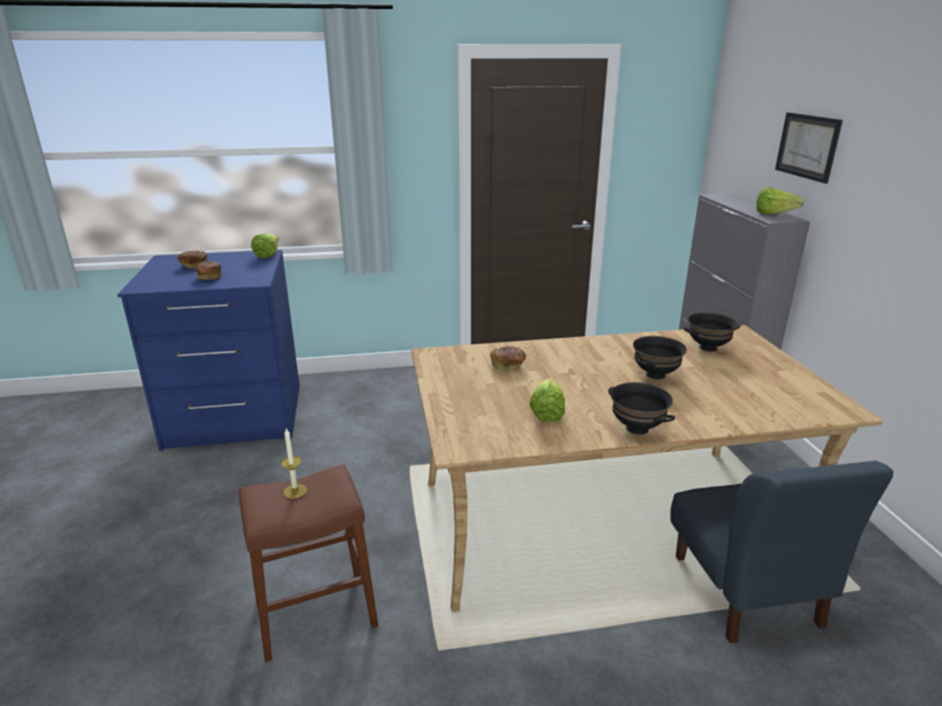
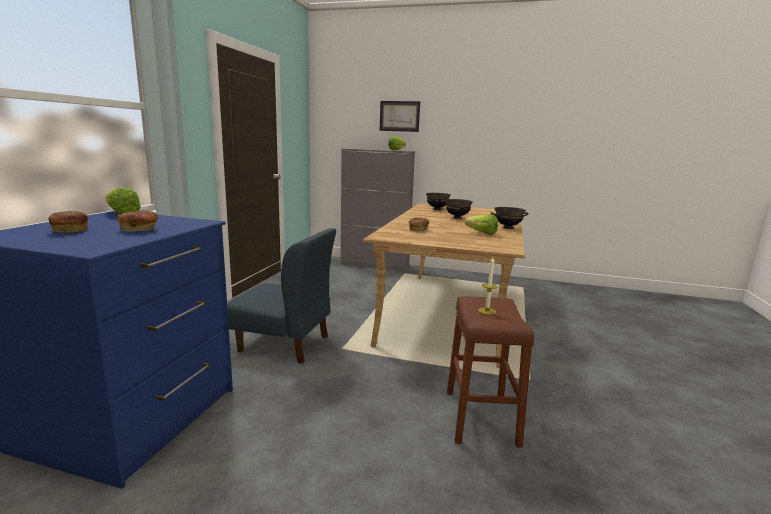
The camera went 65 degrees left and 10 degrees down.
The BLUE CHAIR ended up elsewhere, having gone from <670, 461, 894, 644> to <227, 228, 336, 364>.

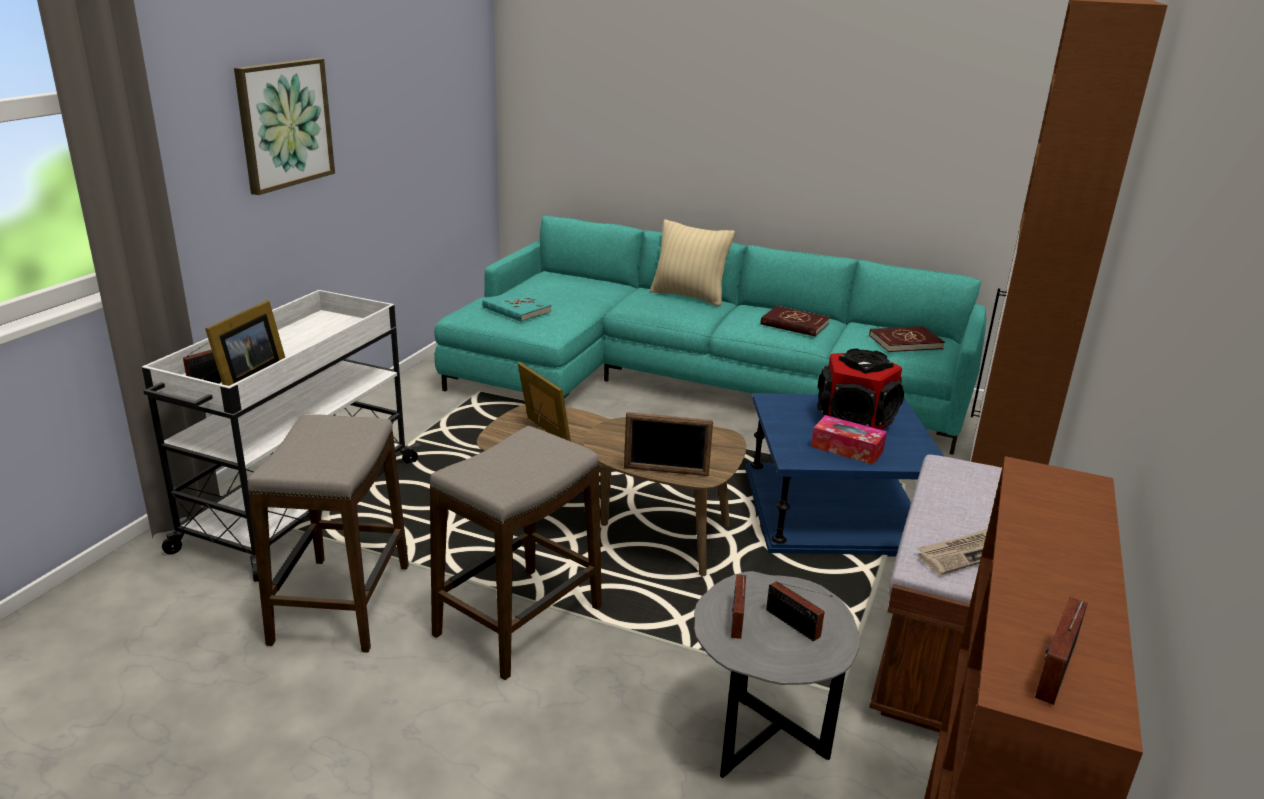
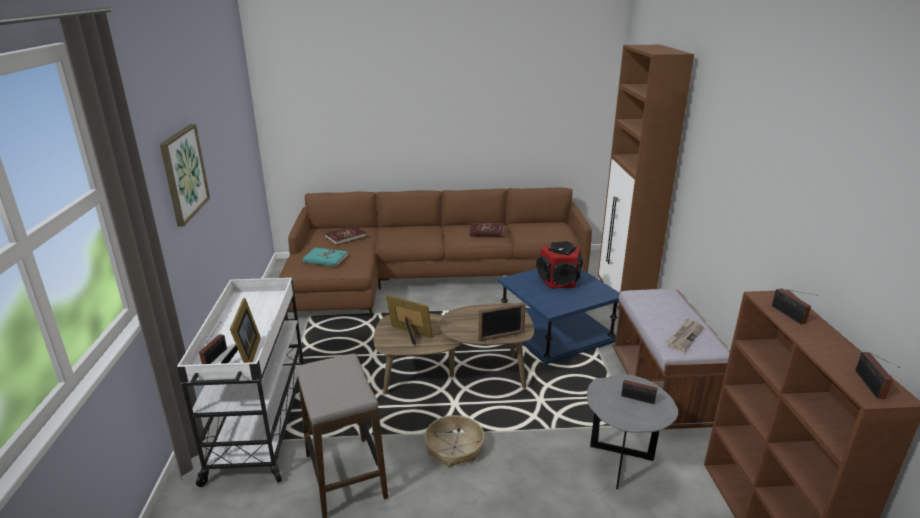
The camera went 25 degrees left and 0 degrees up.
What was the TURQUOISE SOFA at <434, 216, 987, 455> turned into the BROWN SOFA at <279, 188, 592, 319>.
The second view lost the BEIGE PILLOW at <650, 219, 735, 306>.
The RED BOOK ended up elsewhere, having gone from <869, 326, 945, 352> to <325, 226, 366, 245>.
The second view lost the TISSUE BOX at <811, 415, 887, 465>.
Where the STOOL stood at <430, 426, 602, 680>, the BASKET came to stand at <425, 415, 484, 467>.
The RADIO ended up elsewhere, having gone from <731, 574, 746, 639> to <772, 289, 818, 324>.

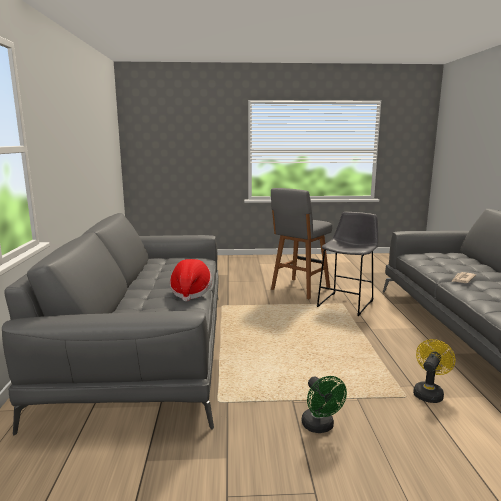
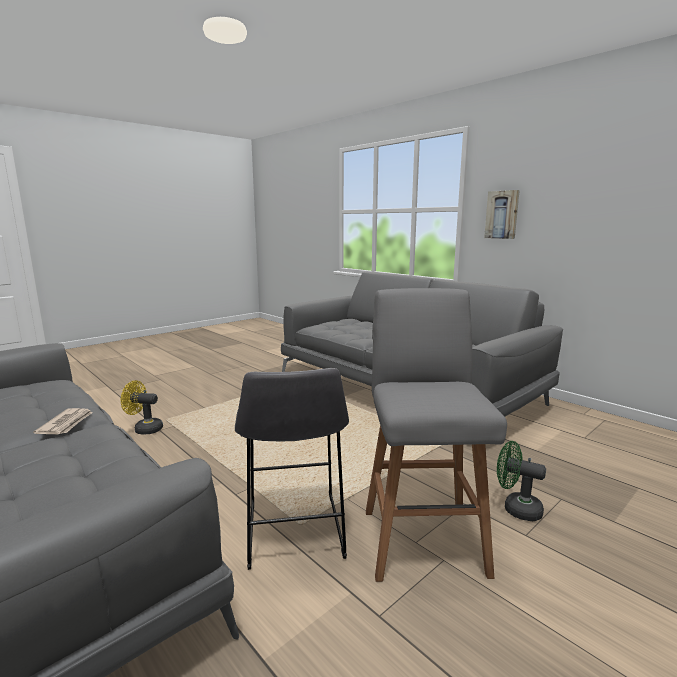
The camera went 140 degrees right and 0 degrees up.
The second view lost the HAT at <170, 259, 212, 302>.
The YELLOW FAN at <413, 339, 455, 403> ended up facing another way, 105 degrees clockwise from before.
The GREEN FAN ended up elsewhere, having gone from <302, 376, 347, 433> to <497, 441, 546, 521>.
The second view gained the PICTURE at <484, 190, 520, 239>.

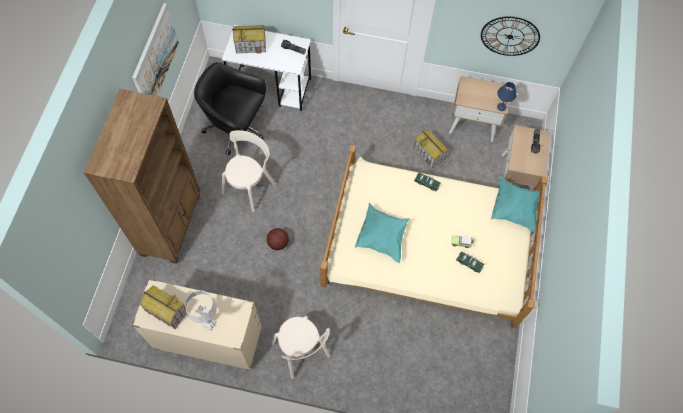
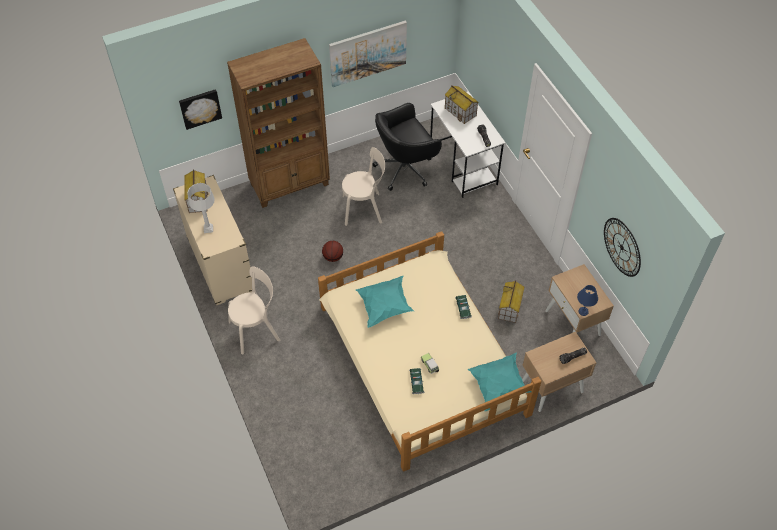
The camera went 55 degrees right and 10 degrees down.
The BLACK OFFICE CHAIR at <194, 62, 266, 155> ended up facing another way, 105 degrees counterclockwise from before.
The BEIGE CHAIR at <272, 316, 330, 379> ended up facing another way, 135 degrees counterclockwise from before.
The second view gained the PICTURE at <179, 89, 222, 130>.

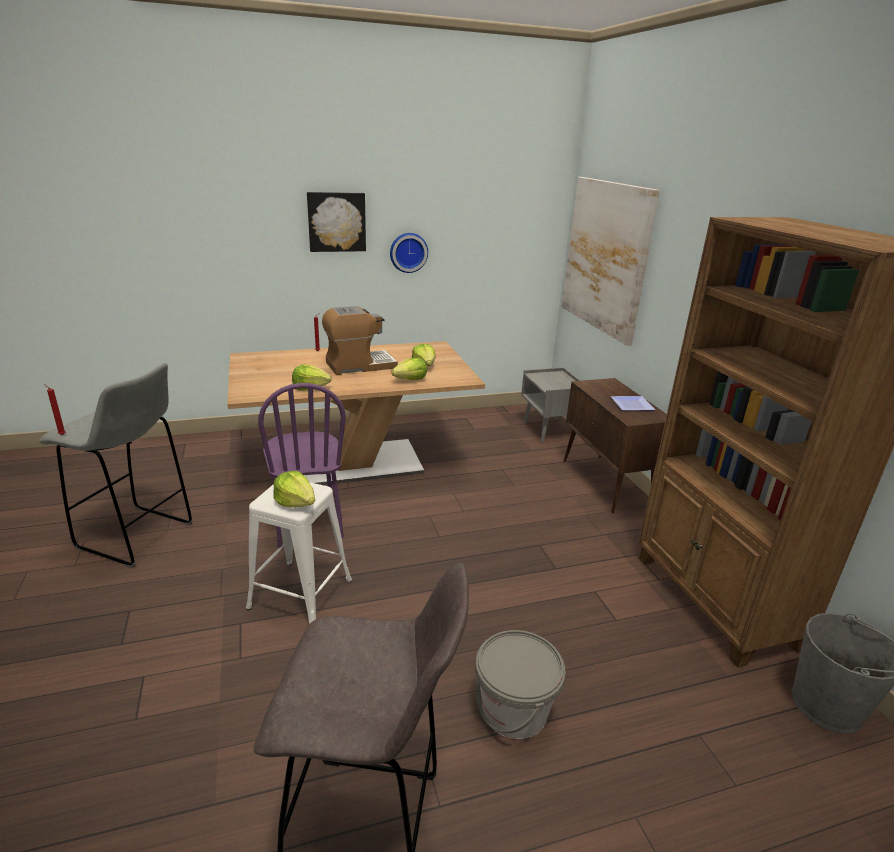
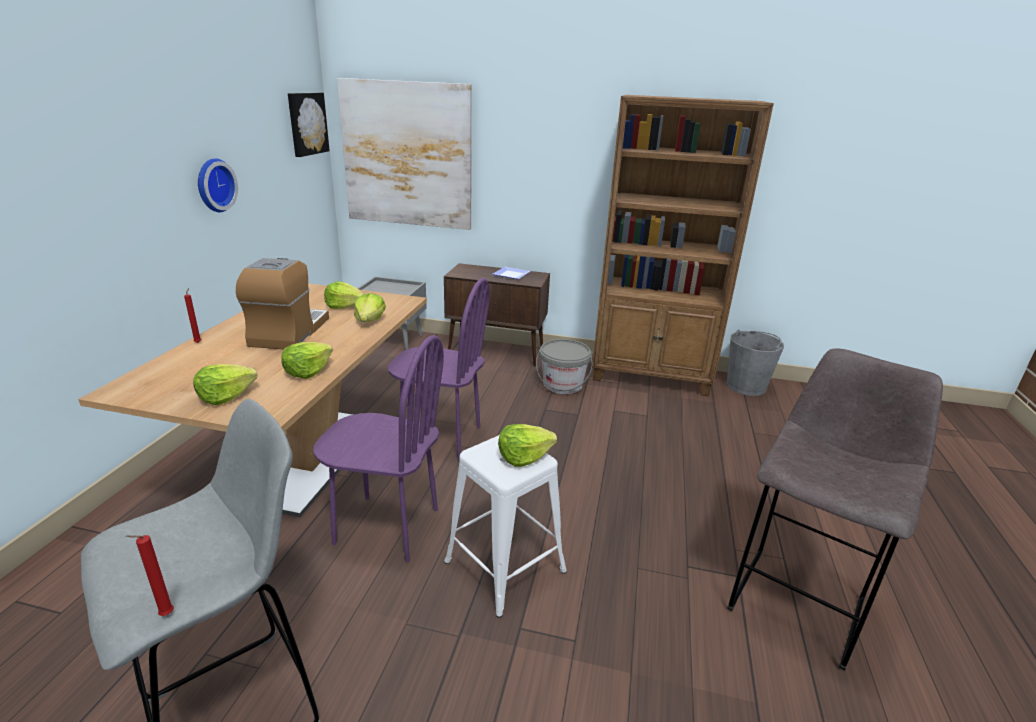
The camera went 60 degrees left and 0 degrees up.
The PICTURE ended up elsewhere, having gone from <307, 192, 366, 252> to <288, 92, 330, 157>.
The GREY BUCKET ended up elsewhere, having gone from <475, 630, 566, 739> to <536, 339, 592, 394>.
The second view gained the PURPLE CHAIR at <388, 278, 490, 461>.
The second view gained the LETTUCE at <193, 364, 257, 405>.

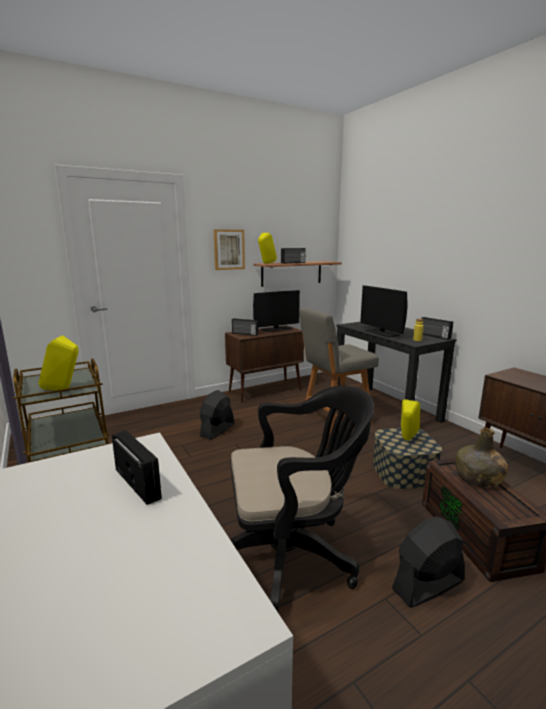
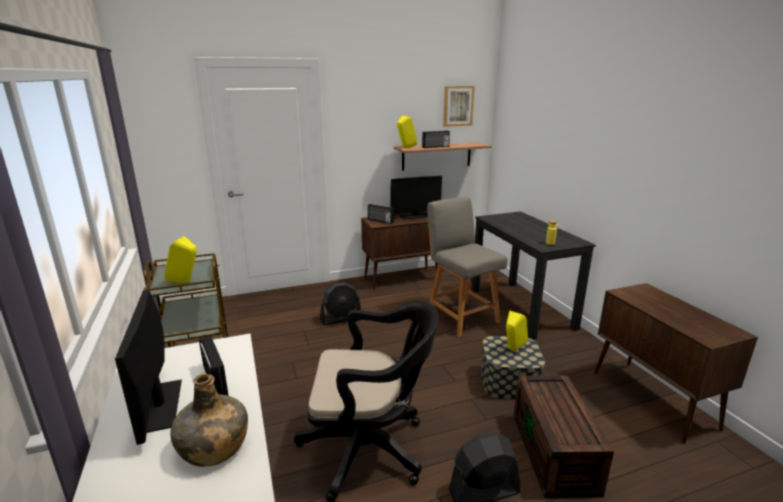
The camera went 10 degrees right and 5 degrees up.
The PICTURE ended up elsewhere, having gone from <213, 229, 245, 270> to <443, 86, 475, 127>.
The MONITOR ended up elsewhere, having gone from <360, 285, 408, 337> to <115, 289, 182, 445>.
The GREY CHAIR at <299, 308, 379, 435> ended up facing another way, 75 degrees clockwise from before.
The second view lost the RADIO at <421, 317, 453, 340>.
The BLACK FAN at <200, 390, 234, 440> ended up facing another way, 150 degrees counterclockwise from before.
The GREEN BOTTLE ended up elsewhere, having gone from <455, 428, 508, 488> to <170, 374, 248, 467>.

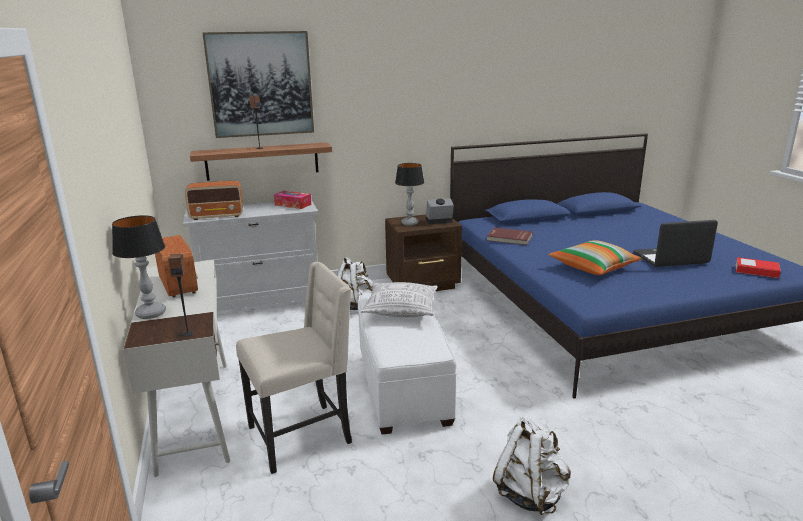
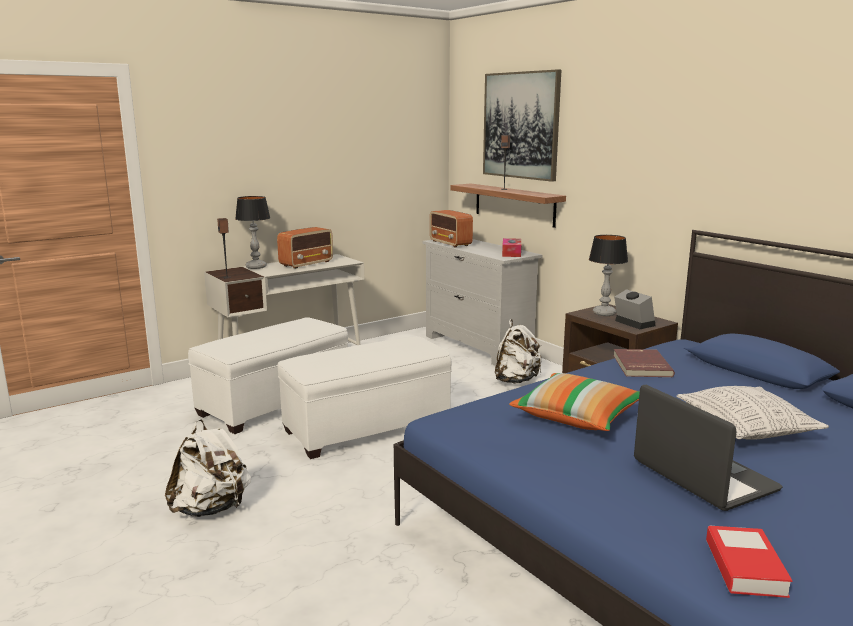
The camera went 70 degrees right and 5 degrees down.
Where the BEIGE CHAIR stood at <236, 262, 352, 474>, the WHITE OTTOMAN came to stand at <188, 317, 348, 434>.
The PILLOW ended up elsewhere, having gone from <360, 282, 438, 318> to <676, 386, 829, 440>.

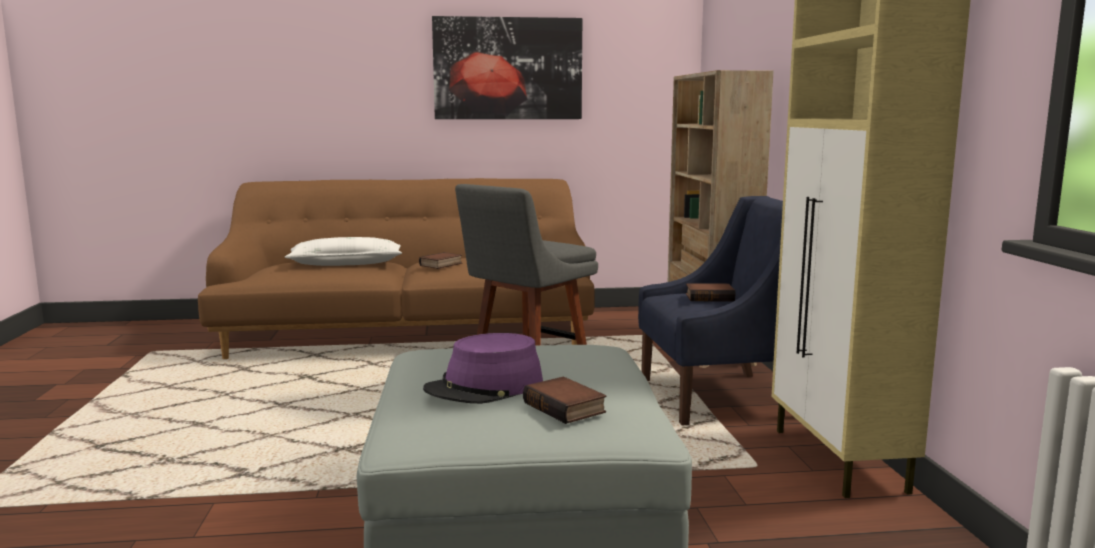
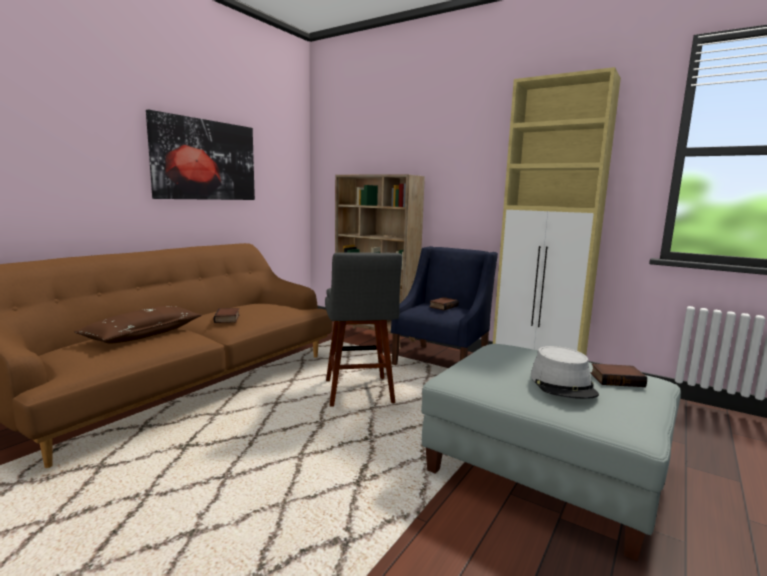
The camera went 50 degrees left and 0 degrees up.
What was the WHITE PILLOW at <285, 237, 402, 266> turned into the BROWN PILLOW at <74, 306, 202, 344>.
What was the PURPLE HAT at <423, 333, 543, 404> turned into the GREY HAT at <531, 346, 599, 399>.

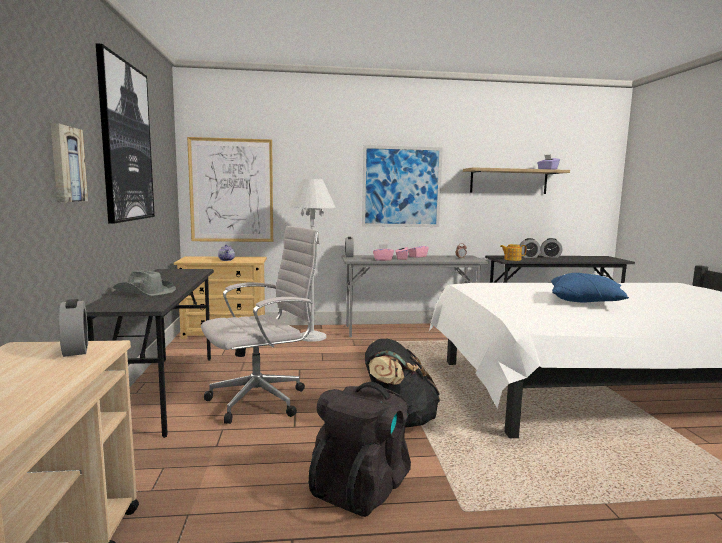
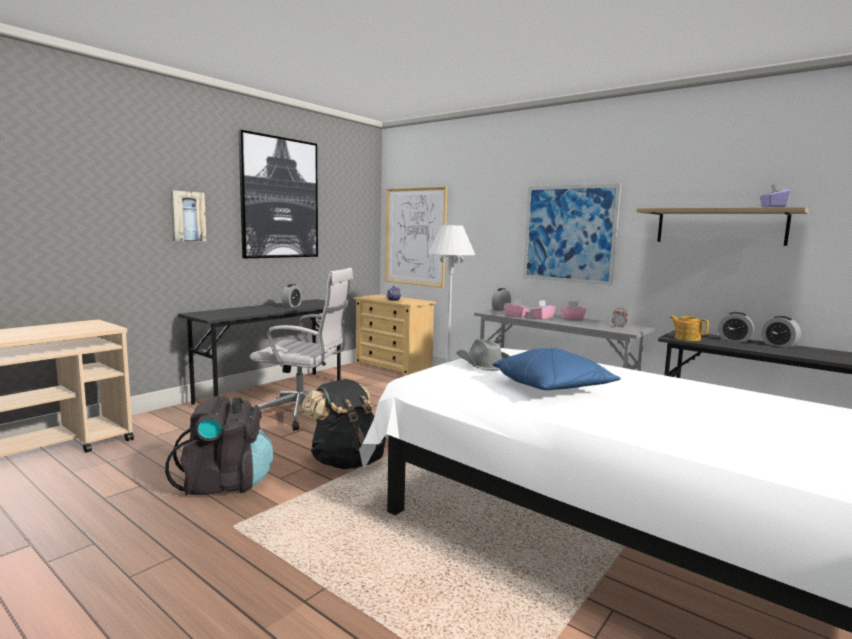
The camera went 45 degrees right and 0 degrees up.
The GREY HAT ended up elsewhere, having gone from <113, 270, 176, 296> to <457, 339, 510, 371>.
The ALARM CLOCK ended up elsewhere, having gone from <59, 299, 88, 357> to <282, 284, 302, 308>.

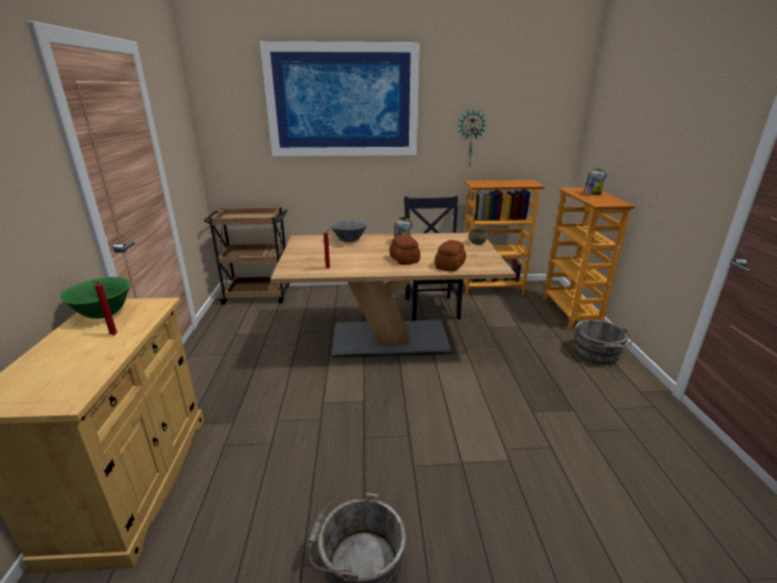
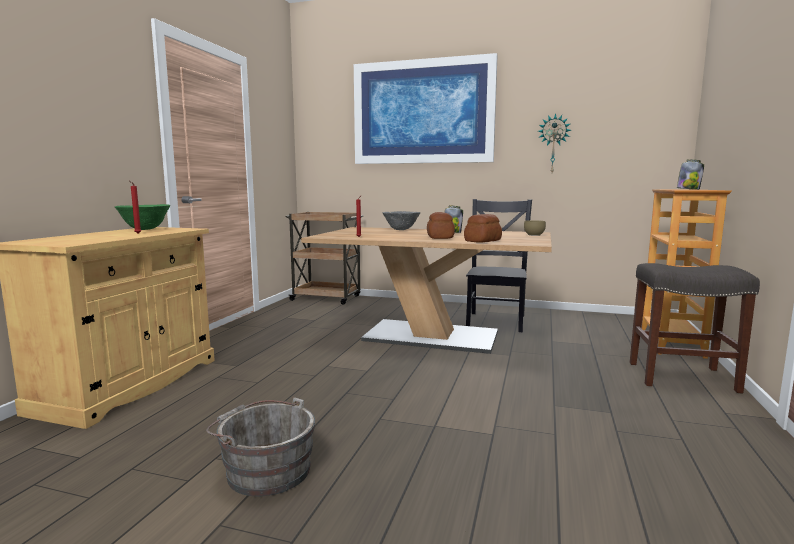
The camera went 20 degrees right and 15 degrees down.
The second view lost the BOOKCASE at <463, 180, 545, 296>.
Where the GREY BUCKET stood at <574, 319, 632, 365>, the GREY STOOL came to stand at <630, 263, 760, 393>.

